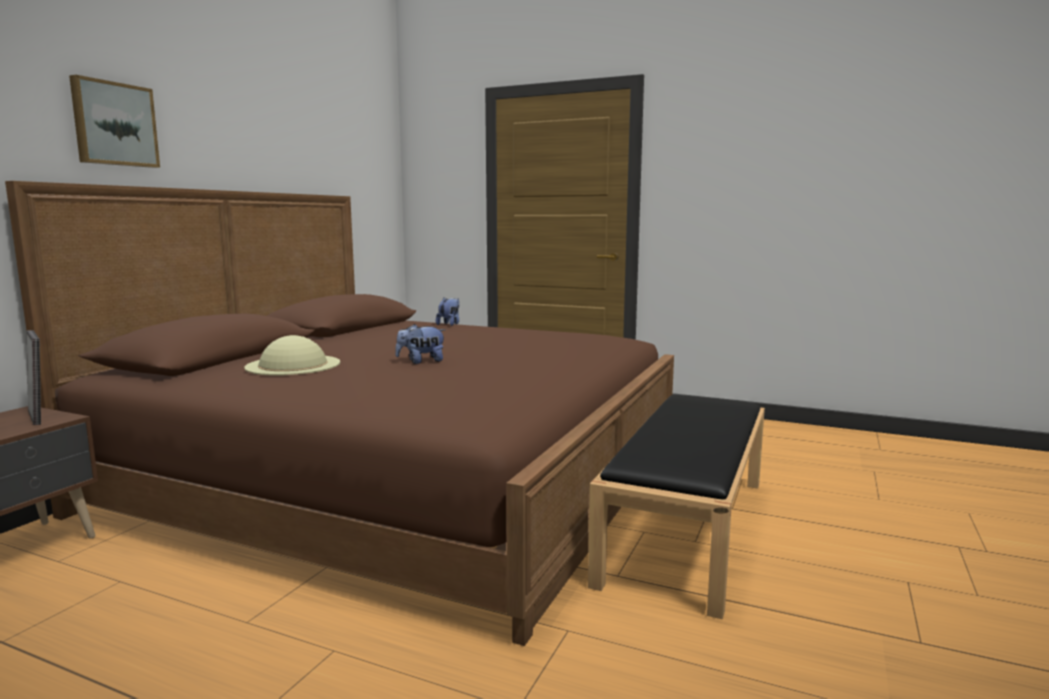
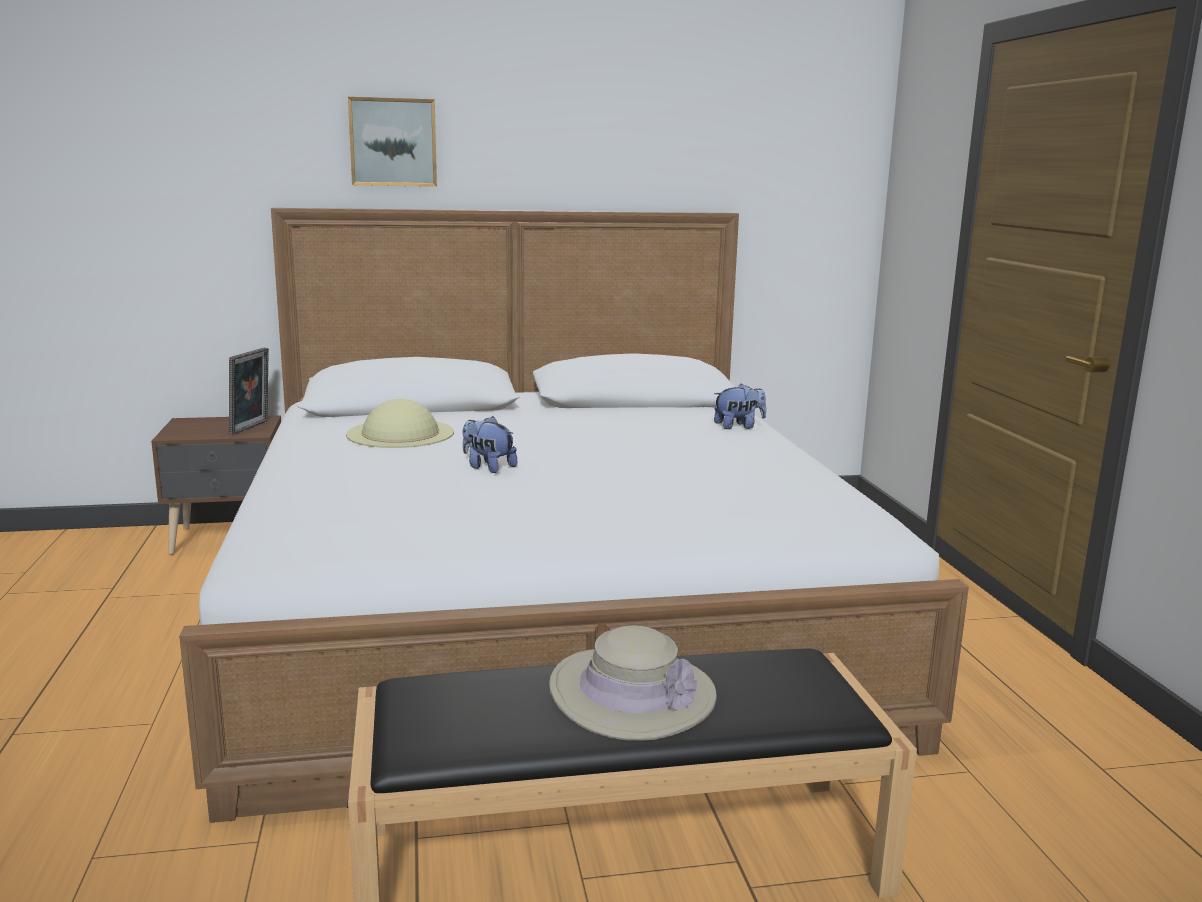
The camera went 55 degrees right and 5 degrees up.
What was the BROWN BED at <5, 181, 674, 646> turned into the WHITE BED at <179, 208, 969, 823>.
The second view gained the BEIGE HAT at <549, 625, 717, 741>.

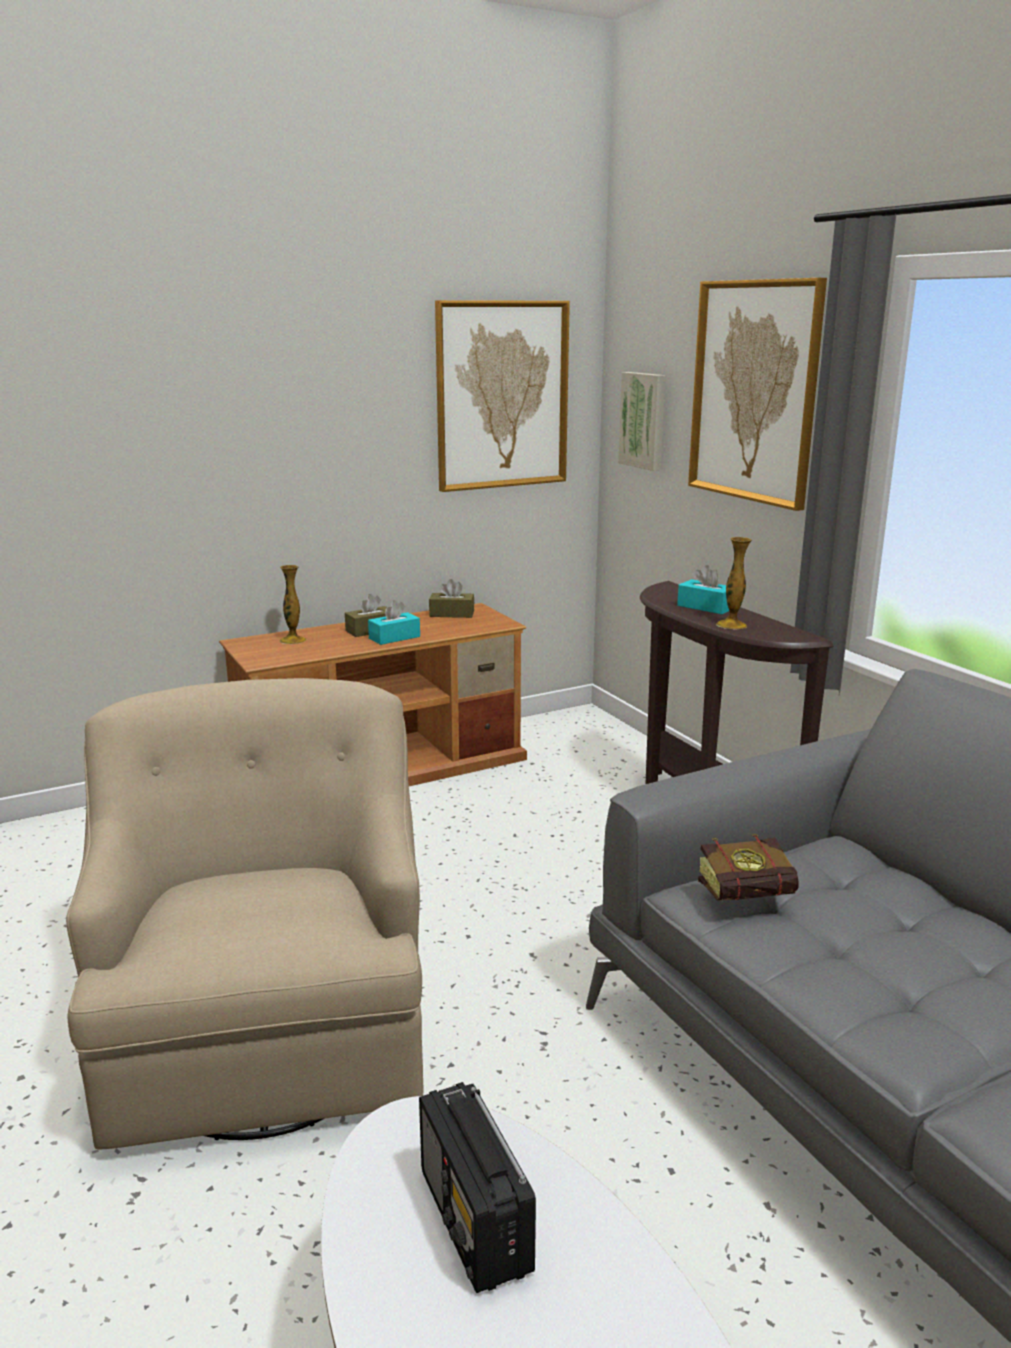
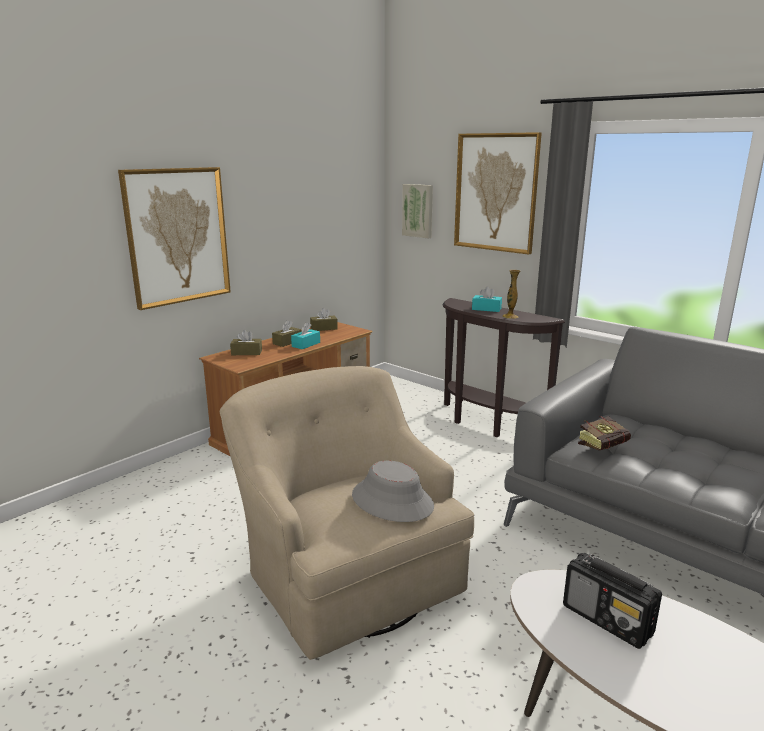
The camera went 20 degrees left and 0 degrees up.
The PICTURE ended up elsewhere, having gone from <435, 300, 570, 492> to <118, 167, 231, 310>.
Where the VASE stood at <280, 565, 306, 644>, the BROWN TISSUE BOX came to stand at <230, 330, 262, 355>.
The second view gained the GREY HAT at <352, 461, 434, 522>.

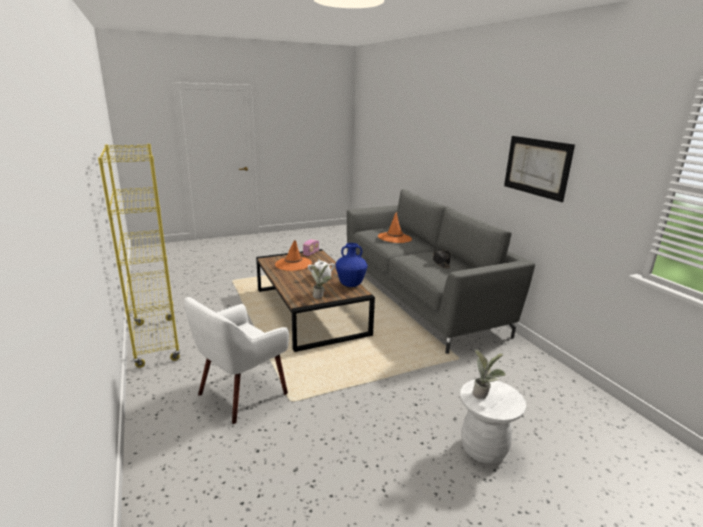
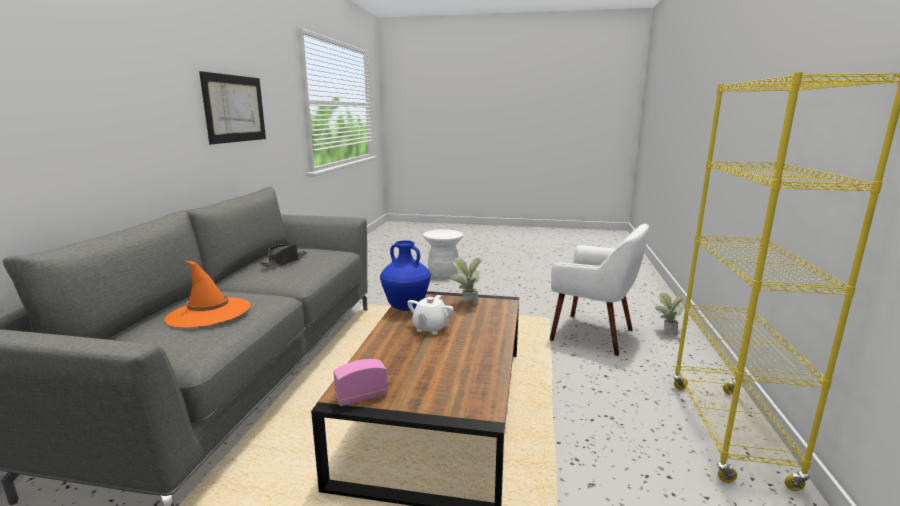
The camera went 145 degrees left and 5 degrees down.
The second view lost the ORANGE HAT at <275, 240, 312, 271>.
The WHITE ARMCHAIR at <185, 297, 289, 424> ended up facing another way, 45 degrees clockwise from before.
The POTTED PLANT ended up elsewhere, having gone from <472, 349, 506, 399> to <655, 292, 685, 335>.

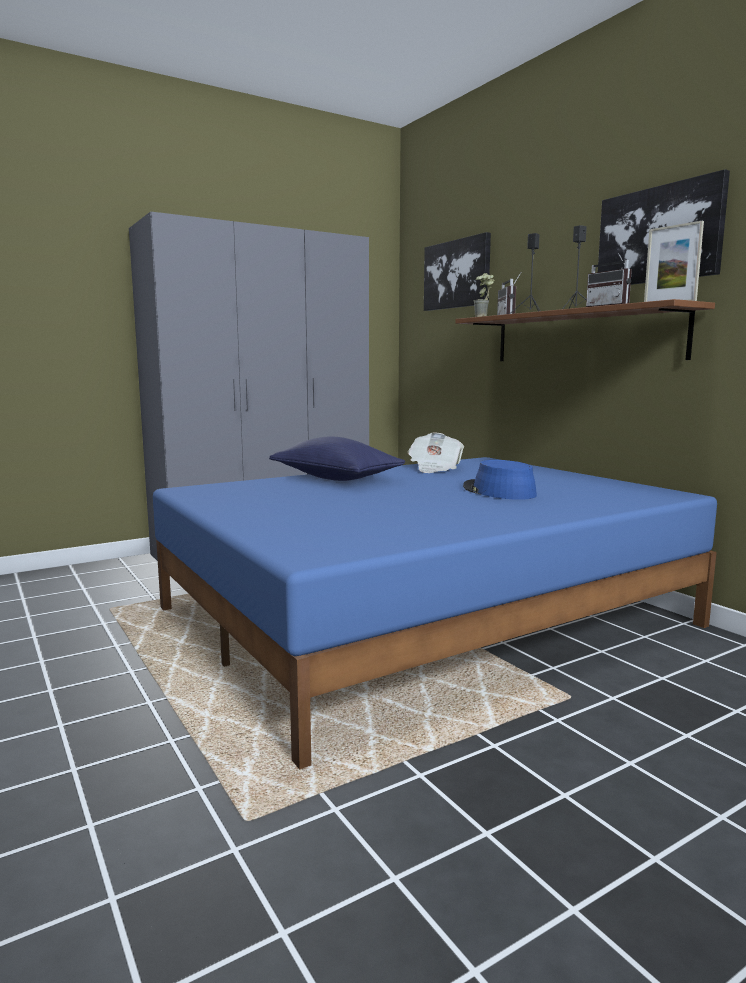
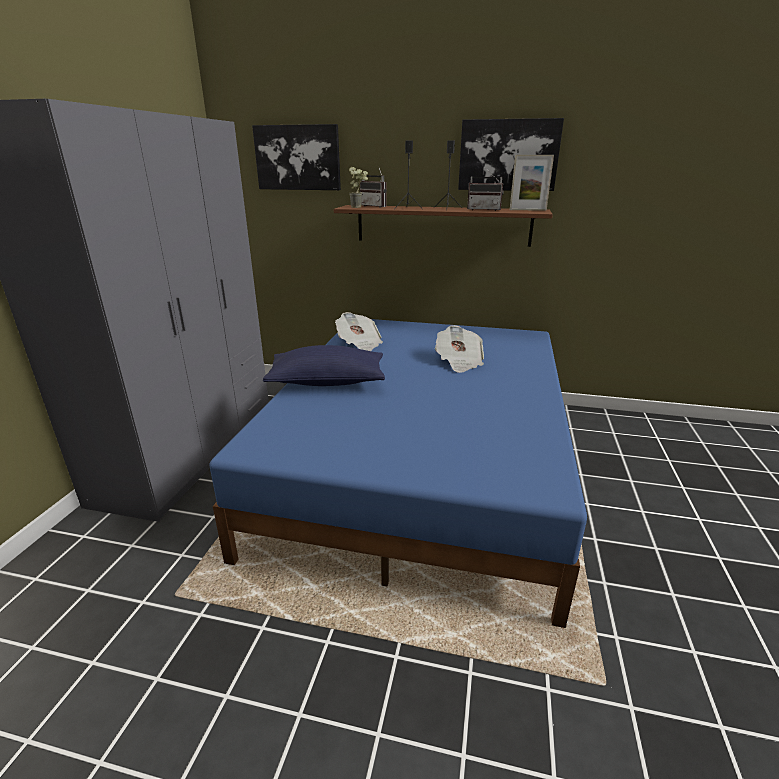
The camera went 45 degrees left and 15 degrees up.
Where the BLUE HAT stood at <463, 460, 537, 500>, the NEWSPAPER came to stand at <435, 325, 484, 373>.

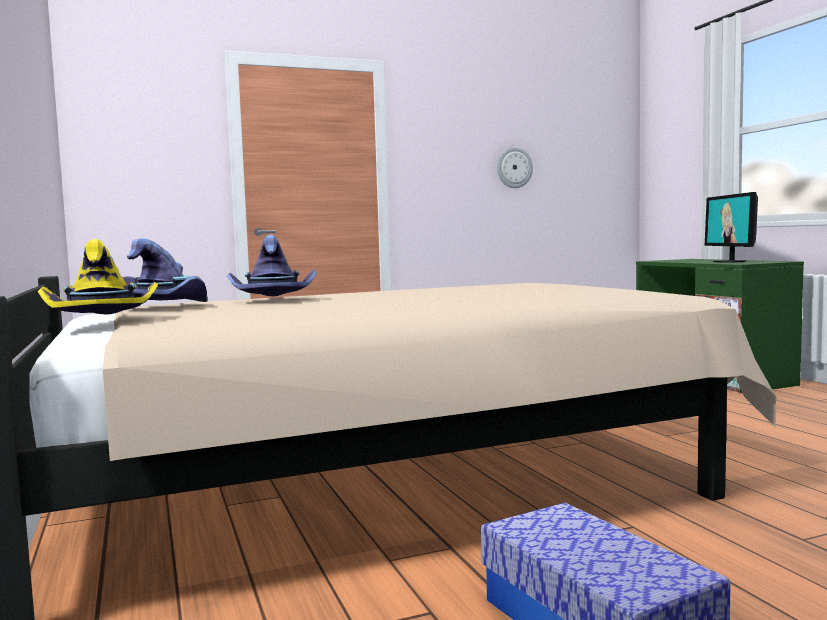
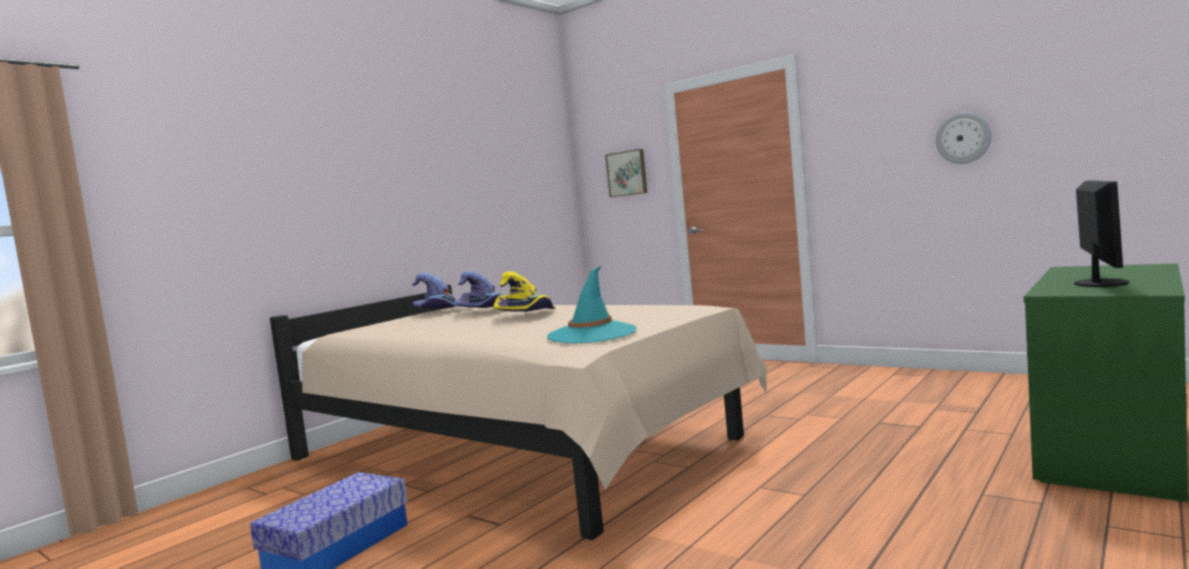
The camera went 60 degrees right and 0 degrees up.
The MONITOR at <705, 192, 758, 262> ended up facing another way, 150 degrees clockwise from before.
The YELLOW HAT ended up elsewhere, having gone from <38, 239, 158, 315> to <494, 271, 555, 312>.
The second view gained the PICTURE at <605, 149, 647, 197>.
The second view gained the TURQUOISE HAT at <547, 266, 637, 343>.

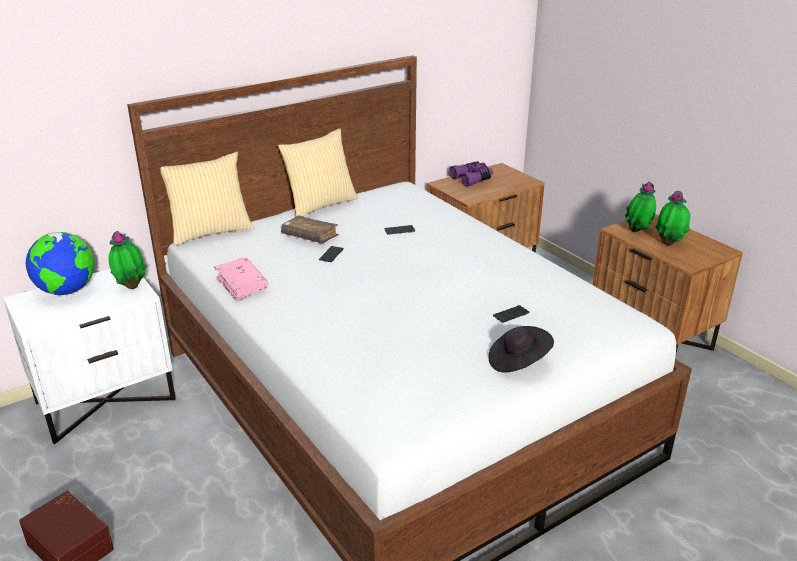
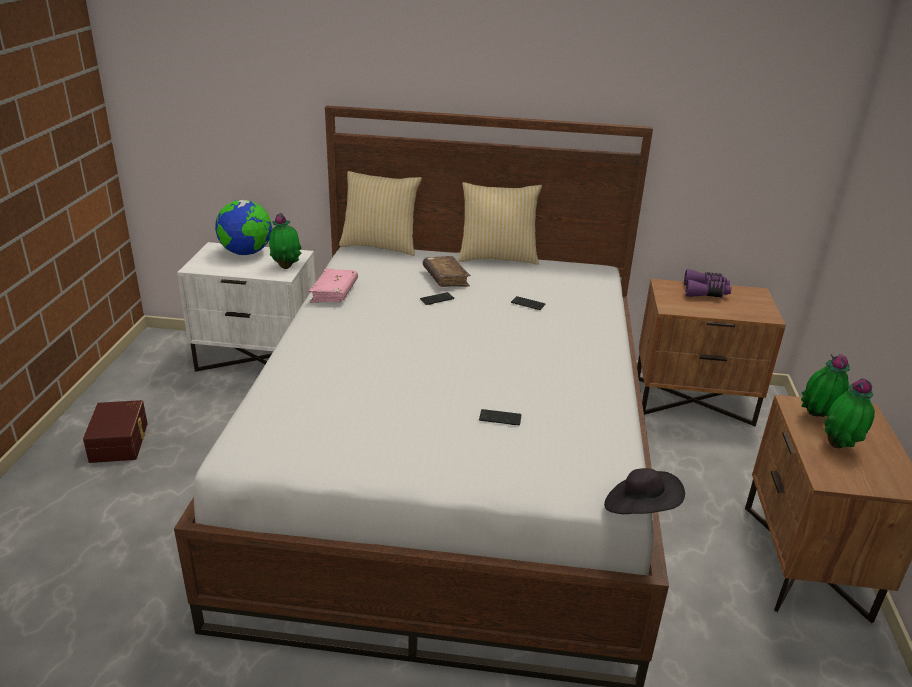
The camera went 40 degrees right and 0 degrees up.
The BLACK HAT ended up elsewhere, having gone from <488, 326, 554, 373> to <604, 468, 685, 514>.

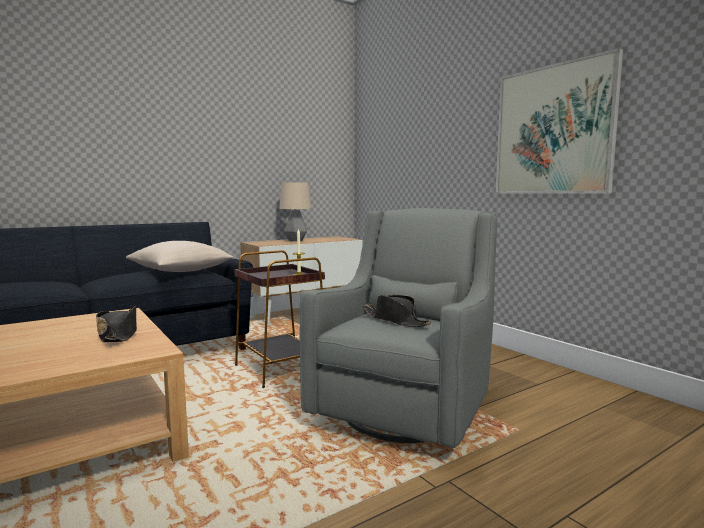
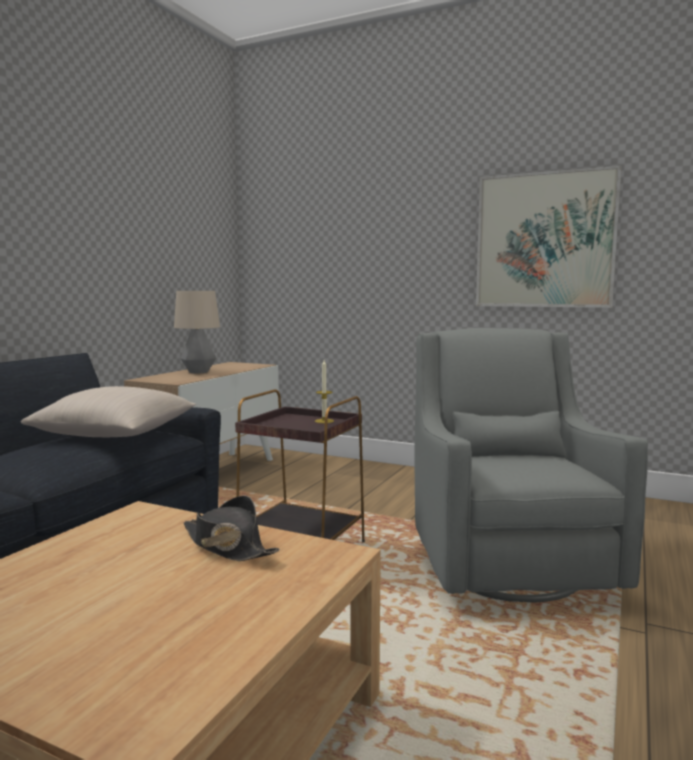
The camera went 30 degrees left and 0 degrees up.
The second view lost the BLACK HAT at <363, 295, 432, 327>.

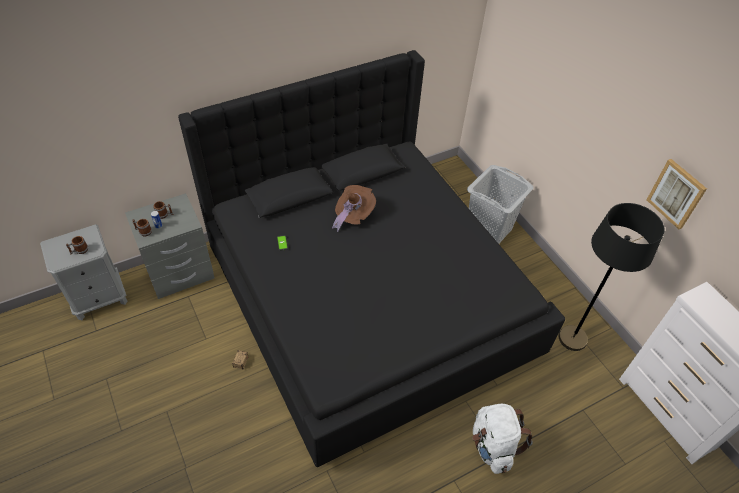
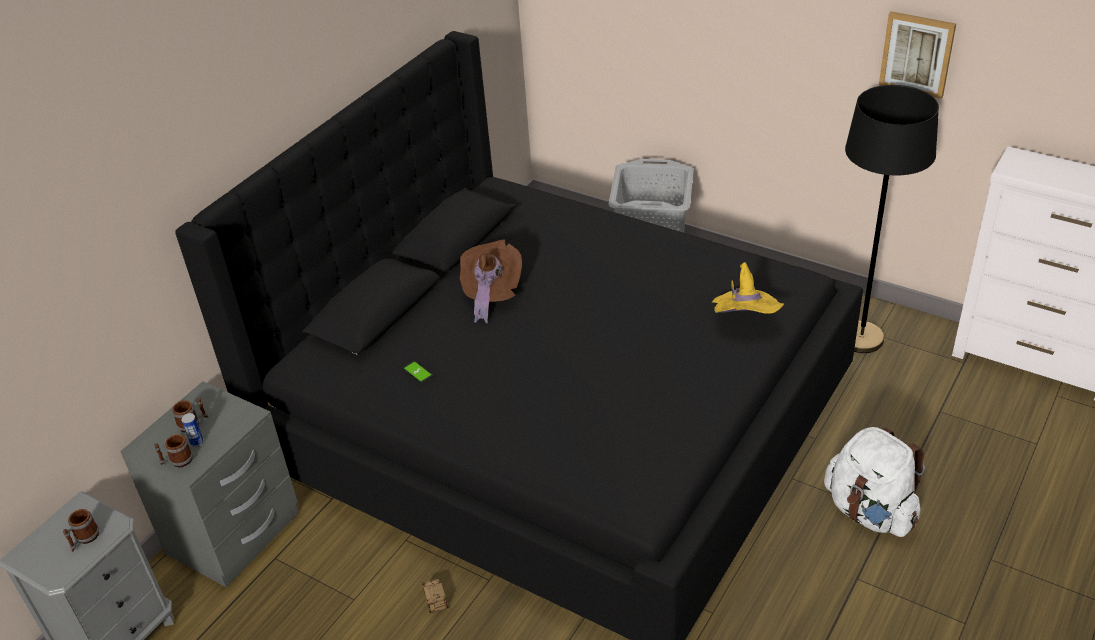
The camera went 25 degrees left and 10 degrees down.
The second view gained the YELLOW HAT at <712, 262, 784, 314>.

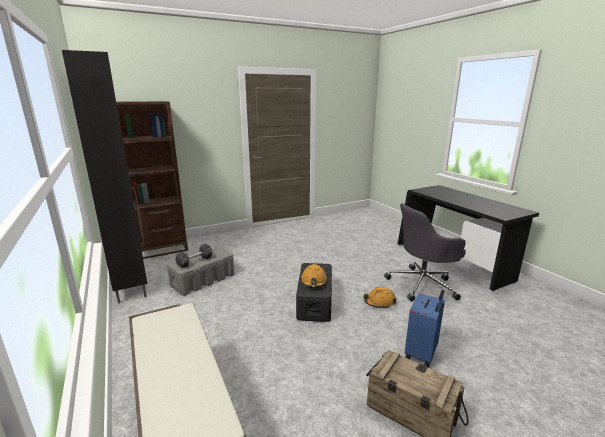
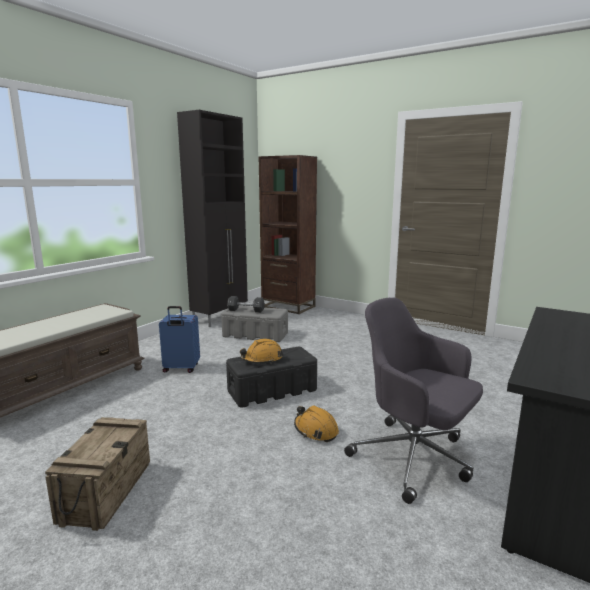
The camera went 60 degrees right and 5 degrees down.
The BLUE SUITCASE ended up elsewhere, having gone from <405, 290, 445, 368> to <159, 306, 200, 373>.

